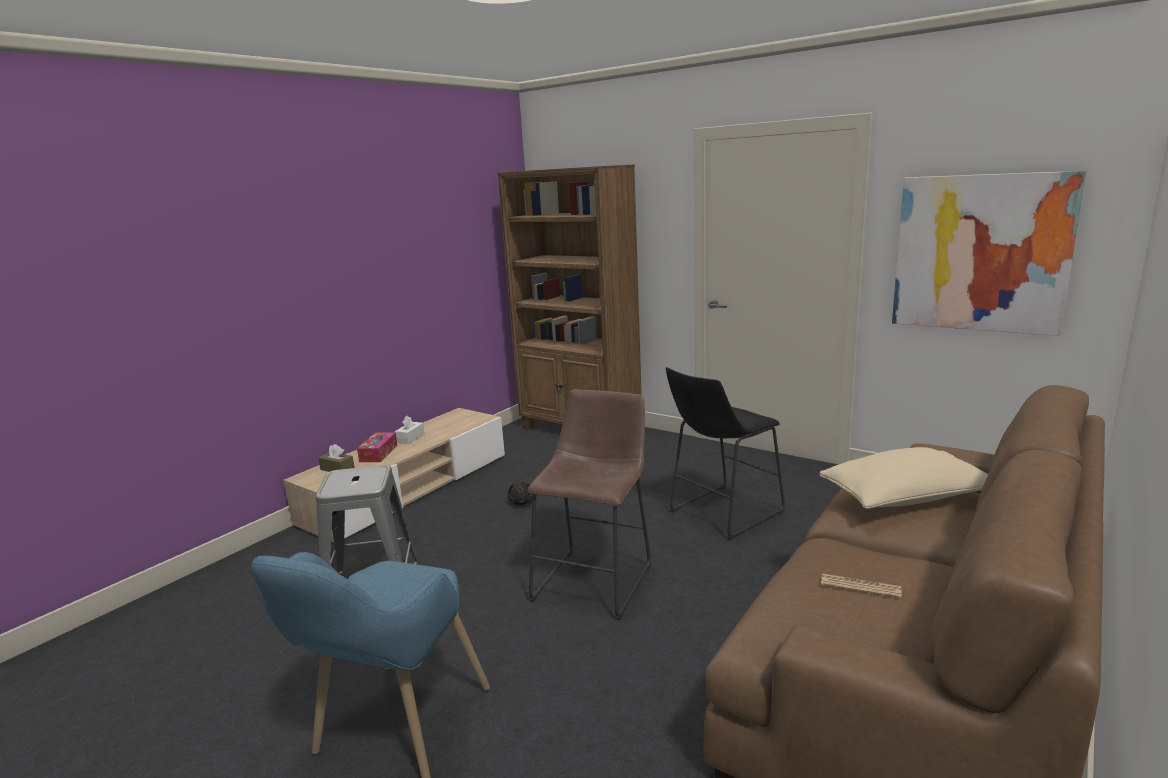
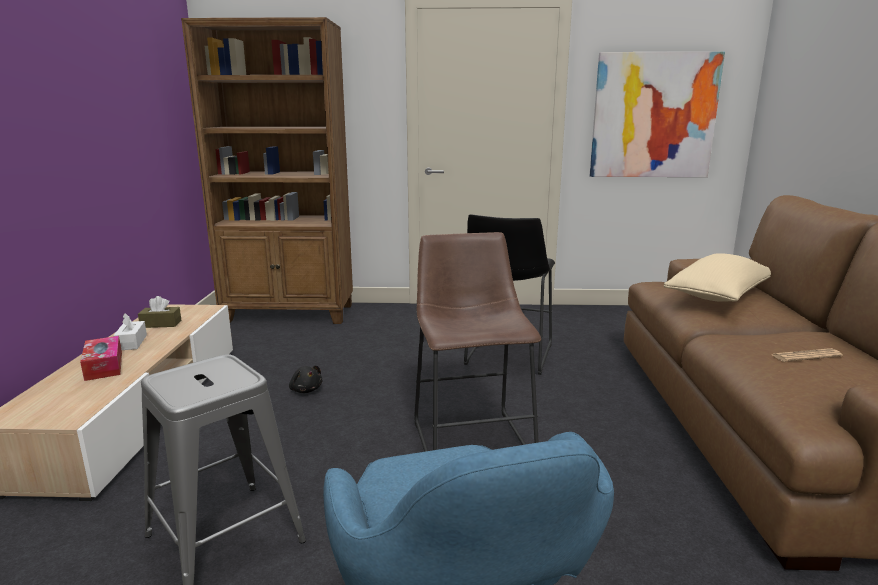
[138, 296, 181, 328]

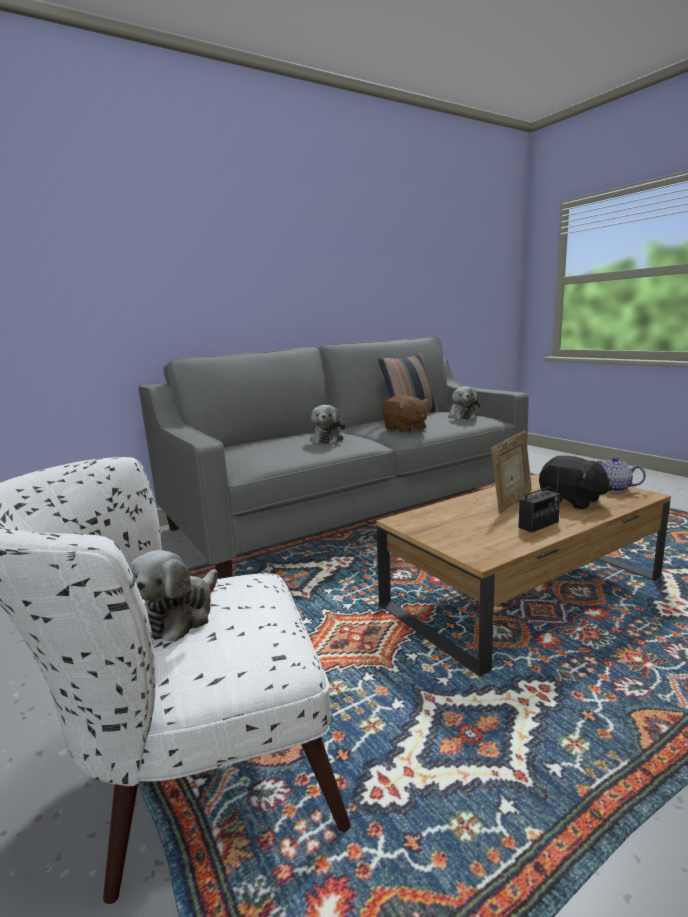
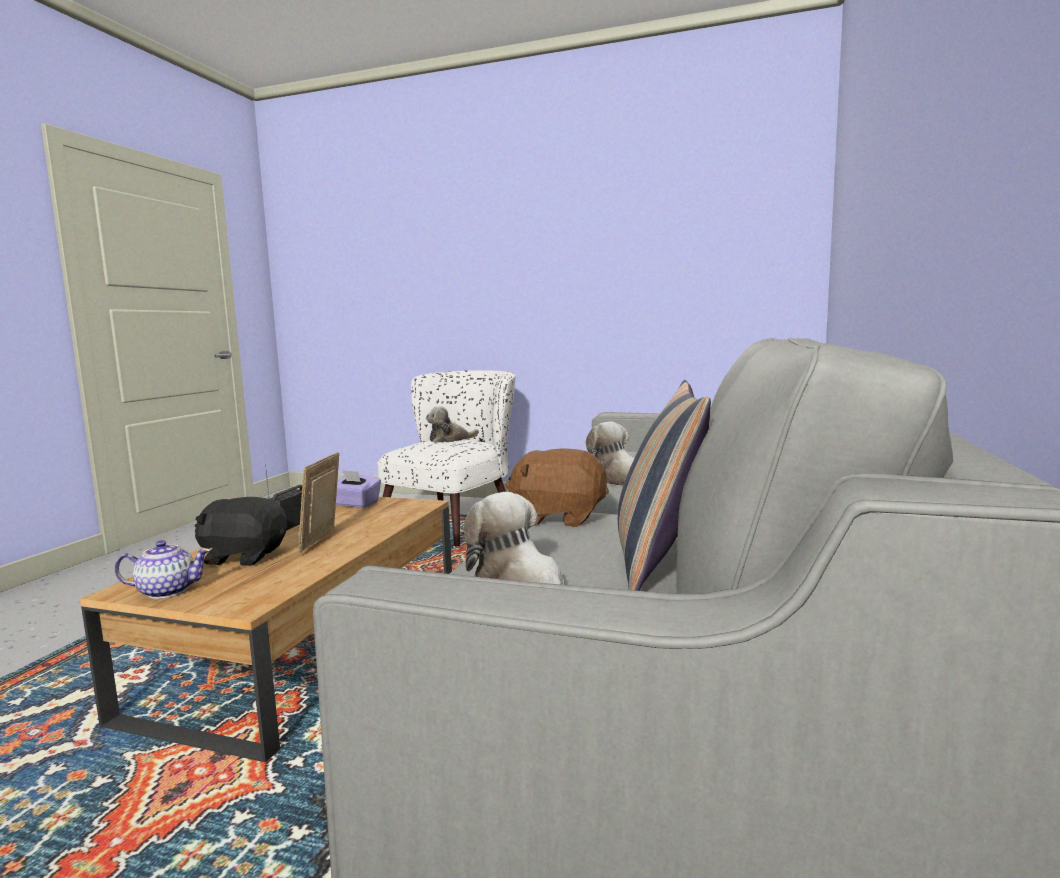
[336, 470, 381, 508]
[426, 406, 479, 443]

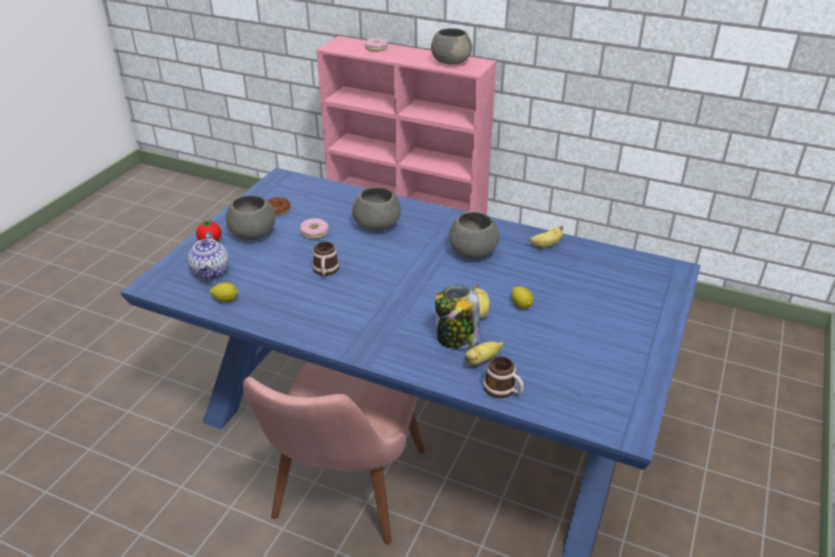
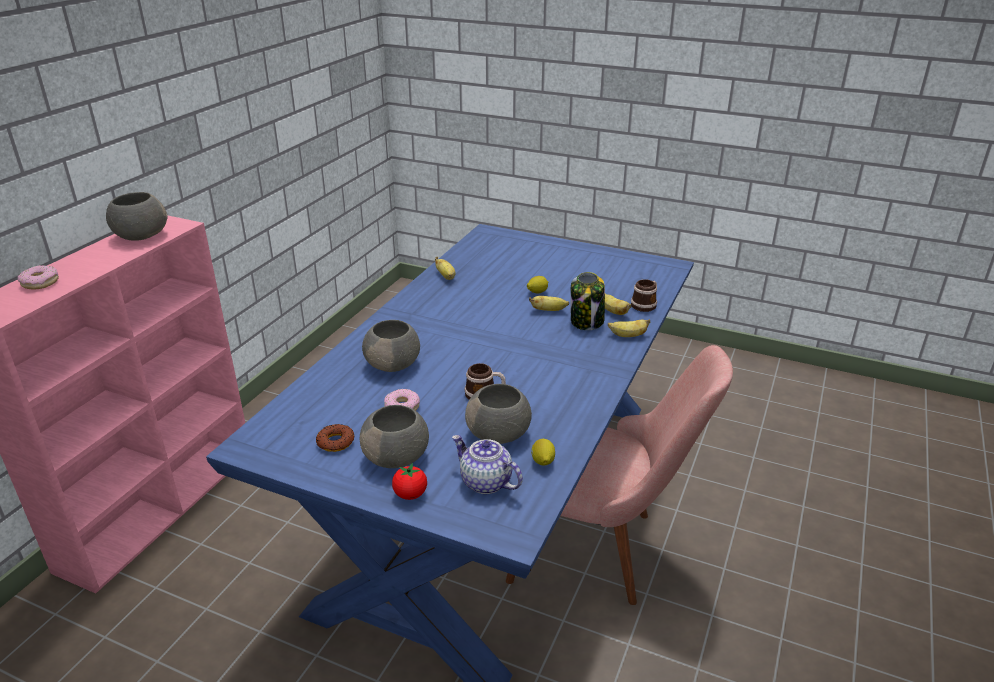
[452, 435, 523, 494]
[465, 384, 532, 444]
[608, 319, 650, 337]

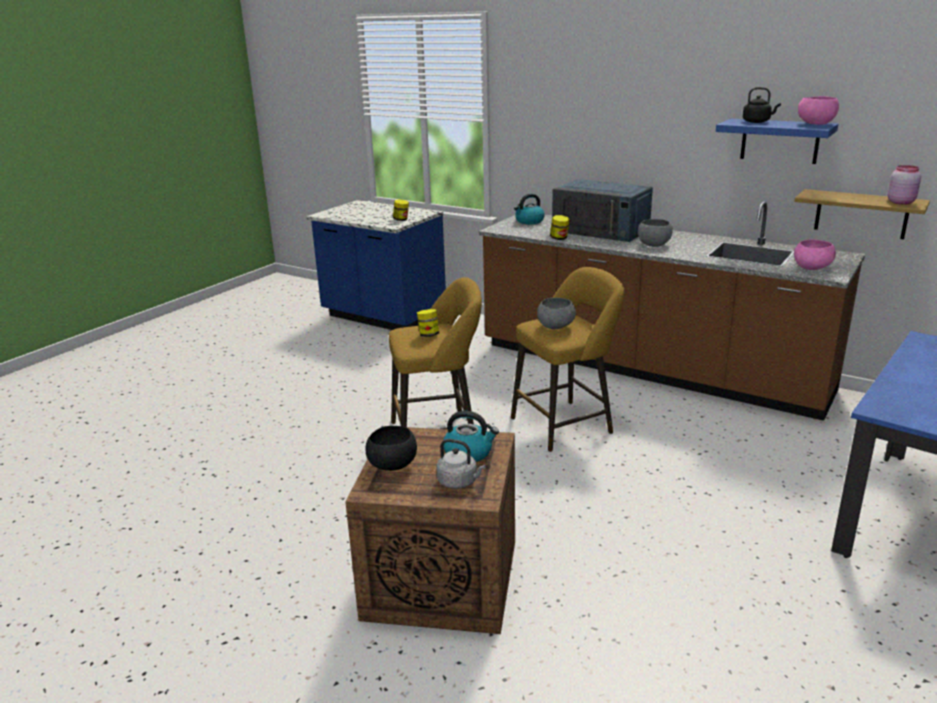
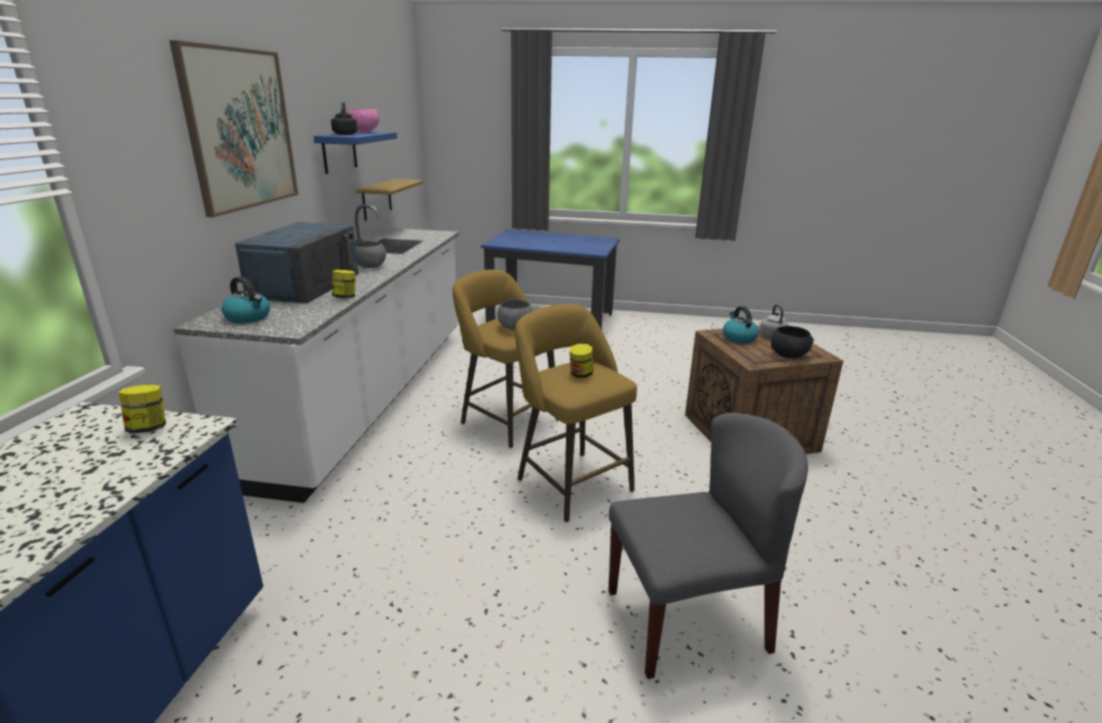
[169, 40, 298, 217]
[173, 204, 459, 503]
[608, 413, 808, 679]
[794, 239, 836, 270] (first image)
[888, 165, 921, 205] (first image)

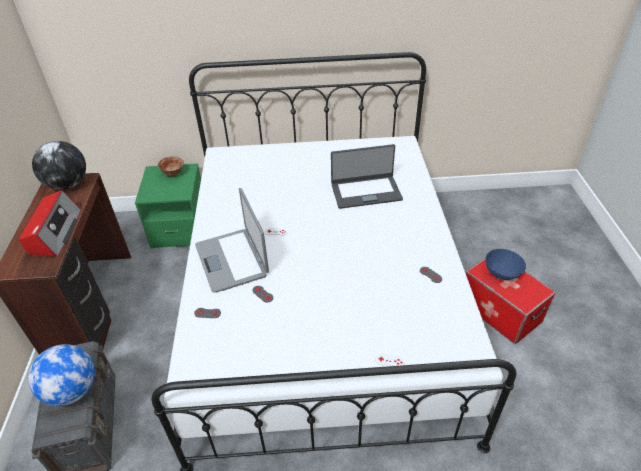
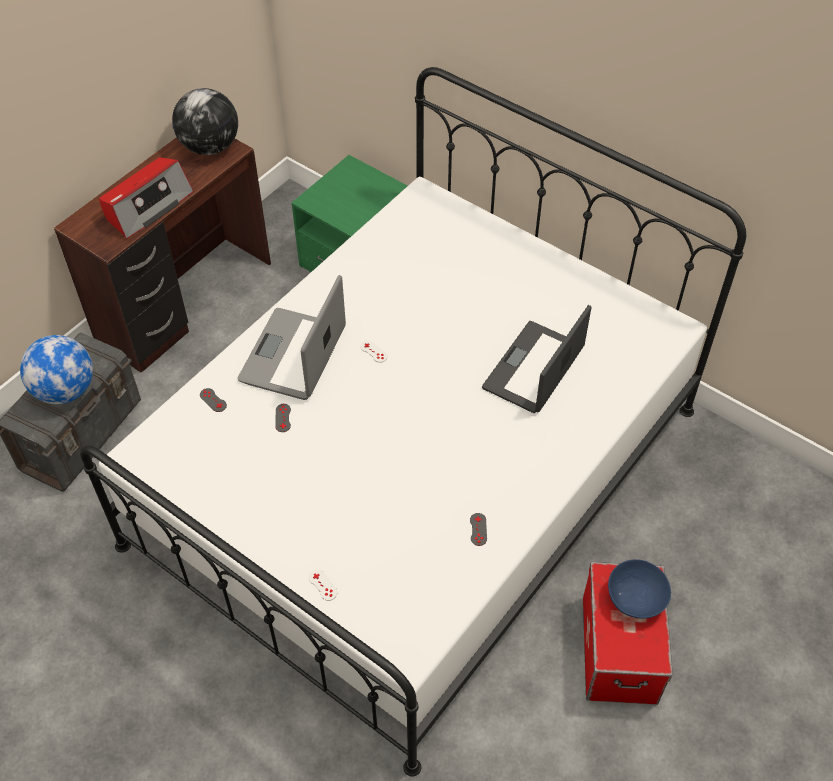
[482, 305, 592, 413]
[158, 156, 184, 177] (first image)

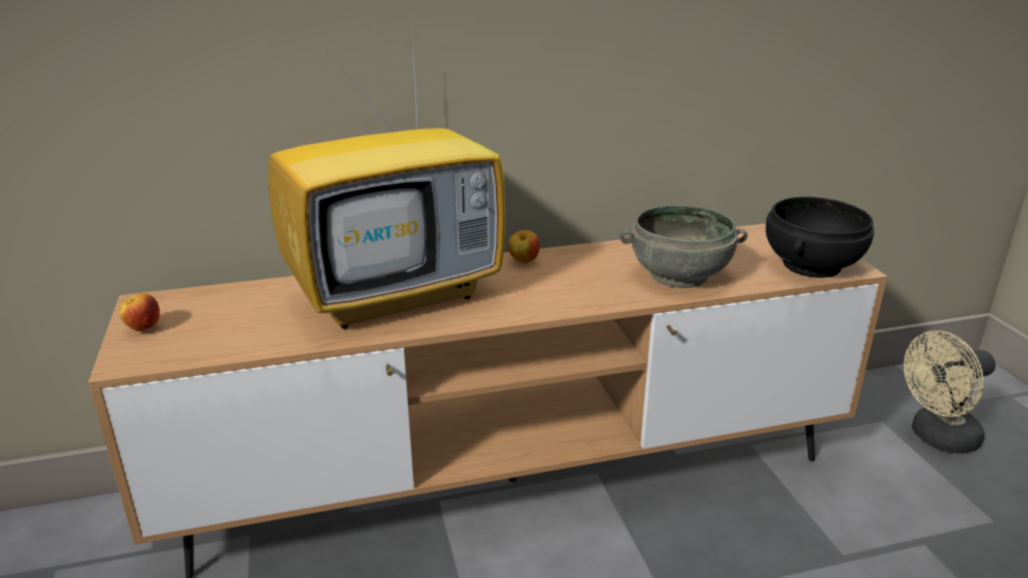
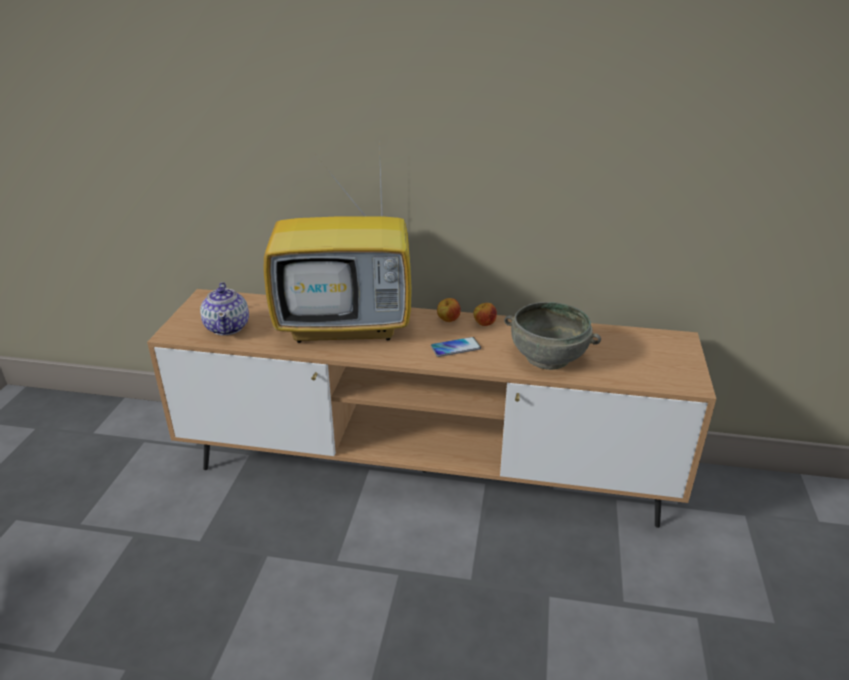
[200, 282, 249, 335]
[430, 337, 481, 357]
[473, 303, 497, 326]
[766, 197, 874, 278] (first image)
[904, 331, 996, 454] (first image)

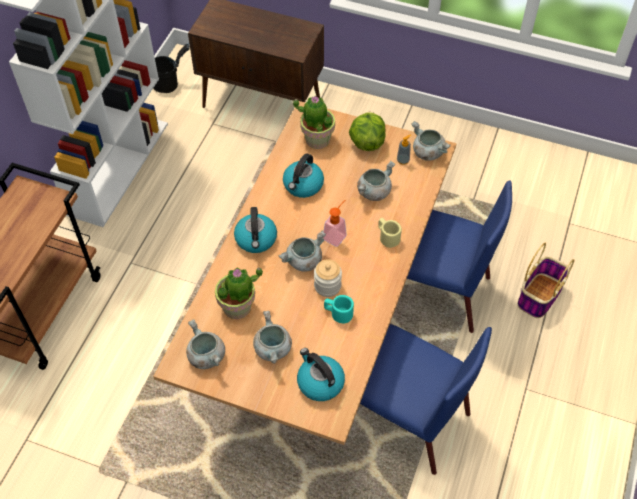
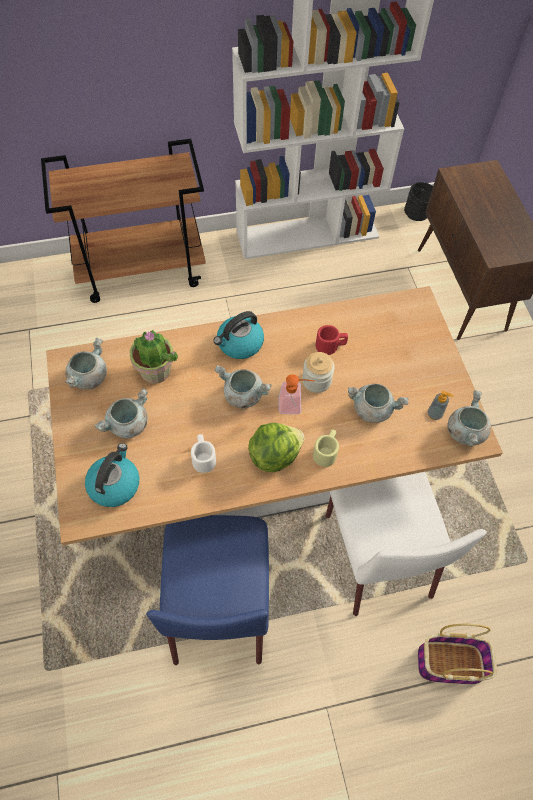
[191, 434, 216, 473]
[248, 423, 305, 472]
[302, 352, 335, 393]
[316, 325, 348, 355]
[326, 472, 487, 616]
[293, 96, 335, 149] (first image)

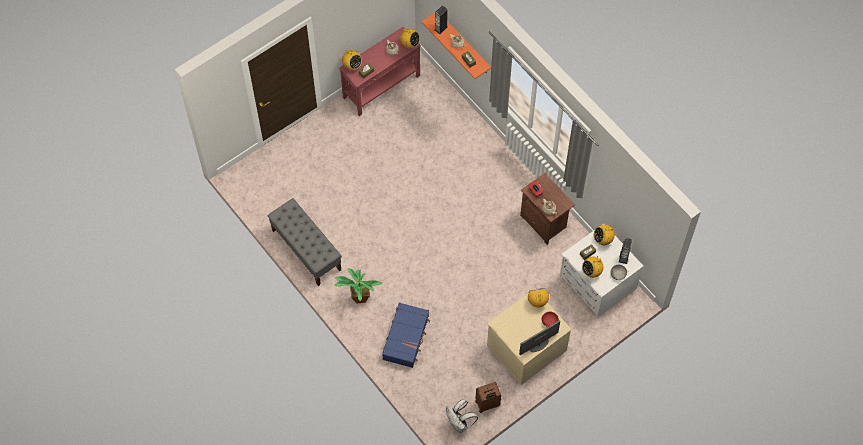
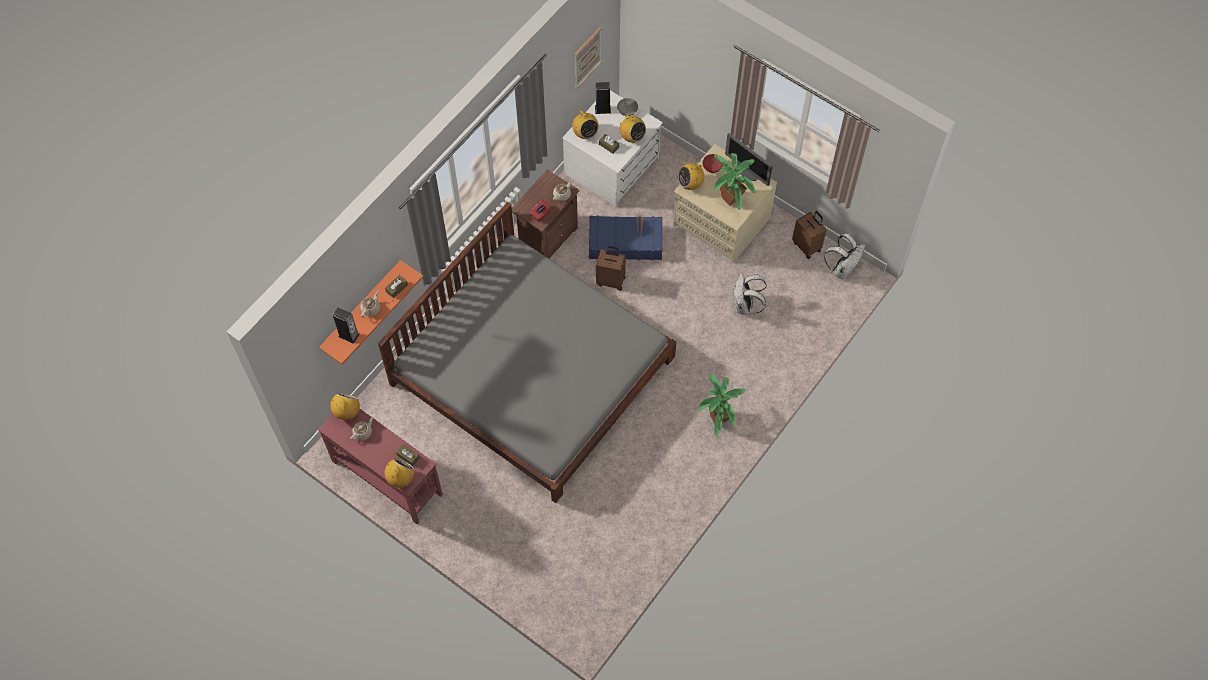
[378, 202, 676, 503]
[574, 27, 602, 88]
[589, 216, 662, 260]
[596, 246, 626, 291]
[714, 153, 756, 210]
[733, 273, 767, 315]
[267, 198, 341, 286] (first image)

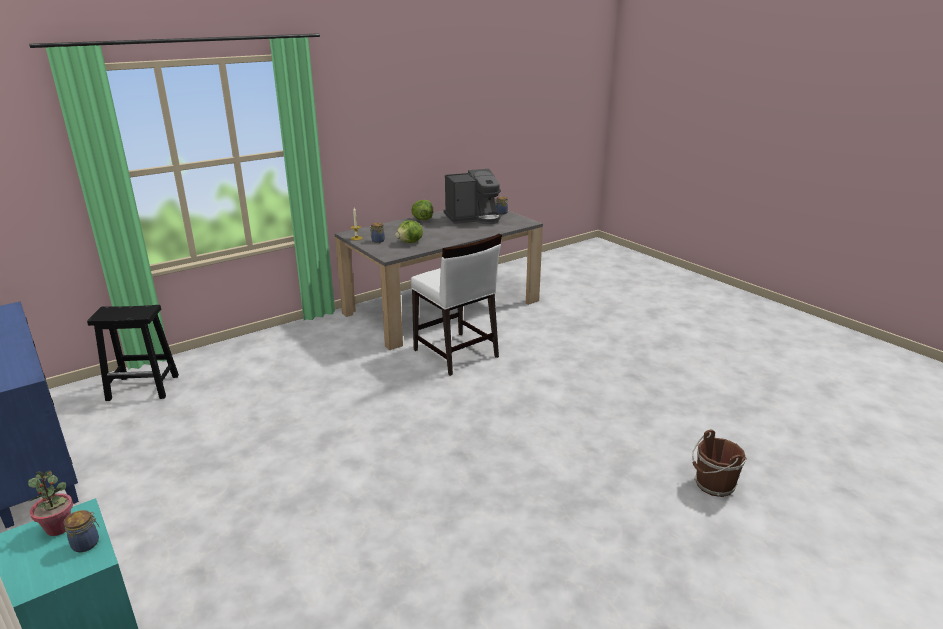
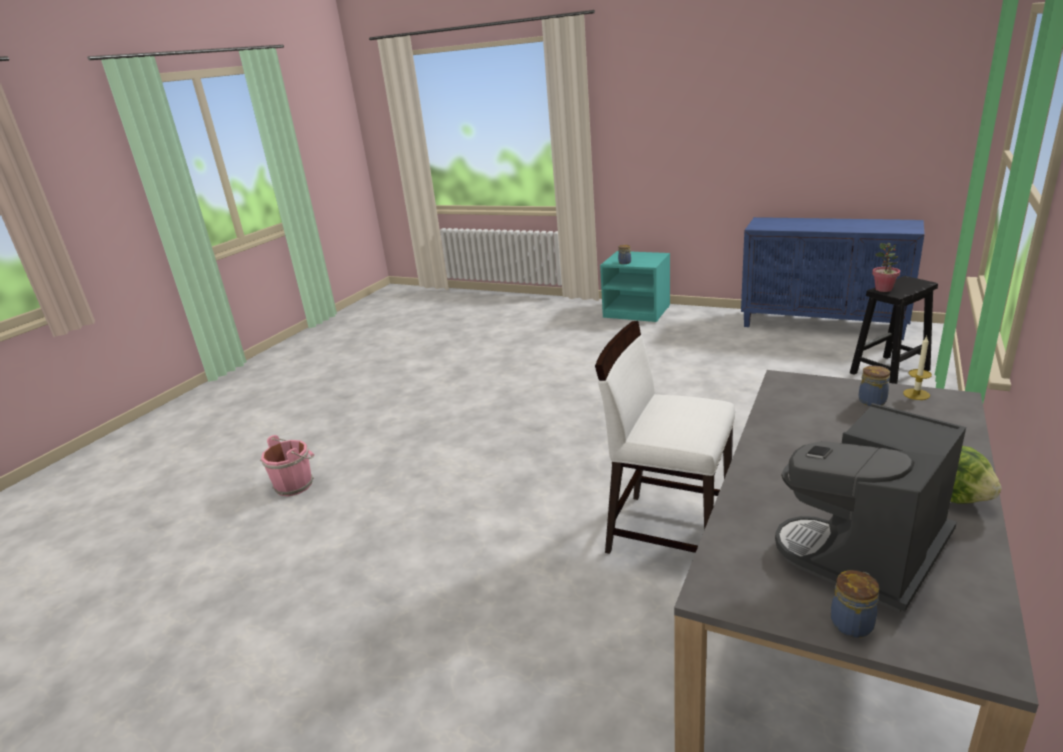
[260, 435, 314, 496]
[872, 243, 900, 292]
[395, 220, 423, 243] (first image)

